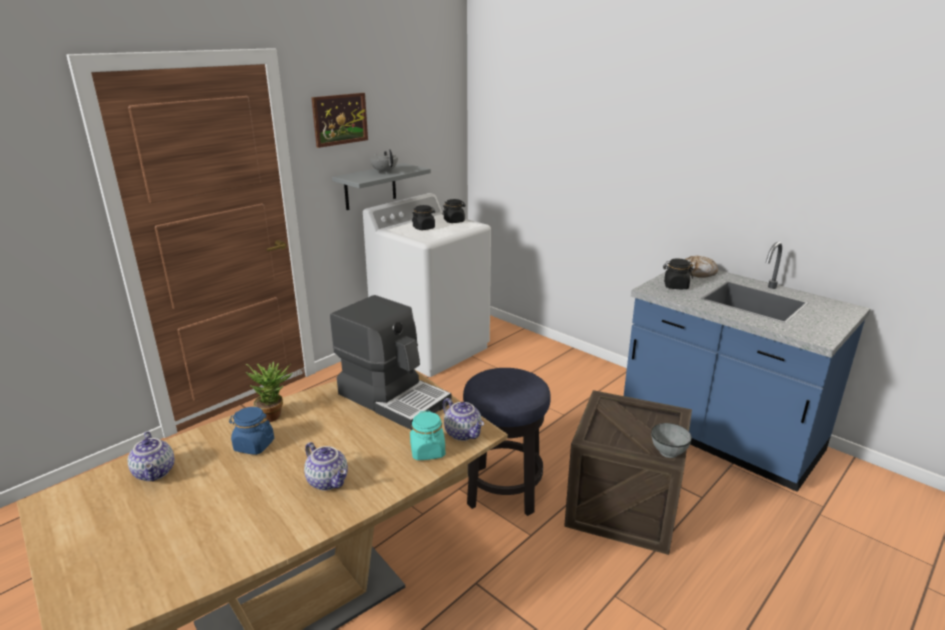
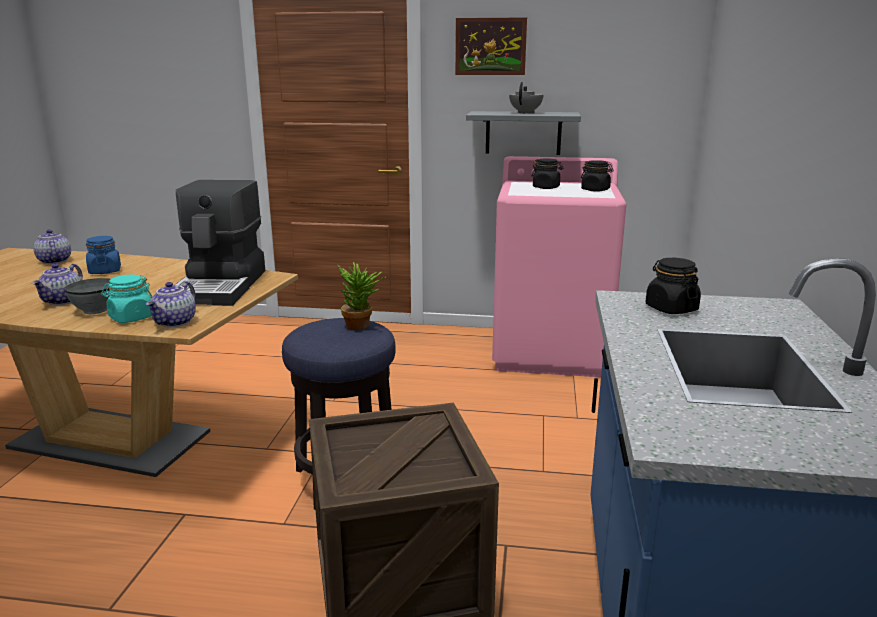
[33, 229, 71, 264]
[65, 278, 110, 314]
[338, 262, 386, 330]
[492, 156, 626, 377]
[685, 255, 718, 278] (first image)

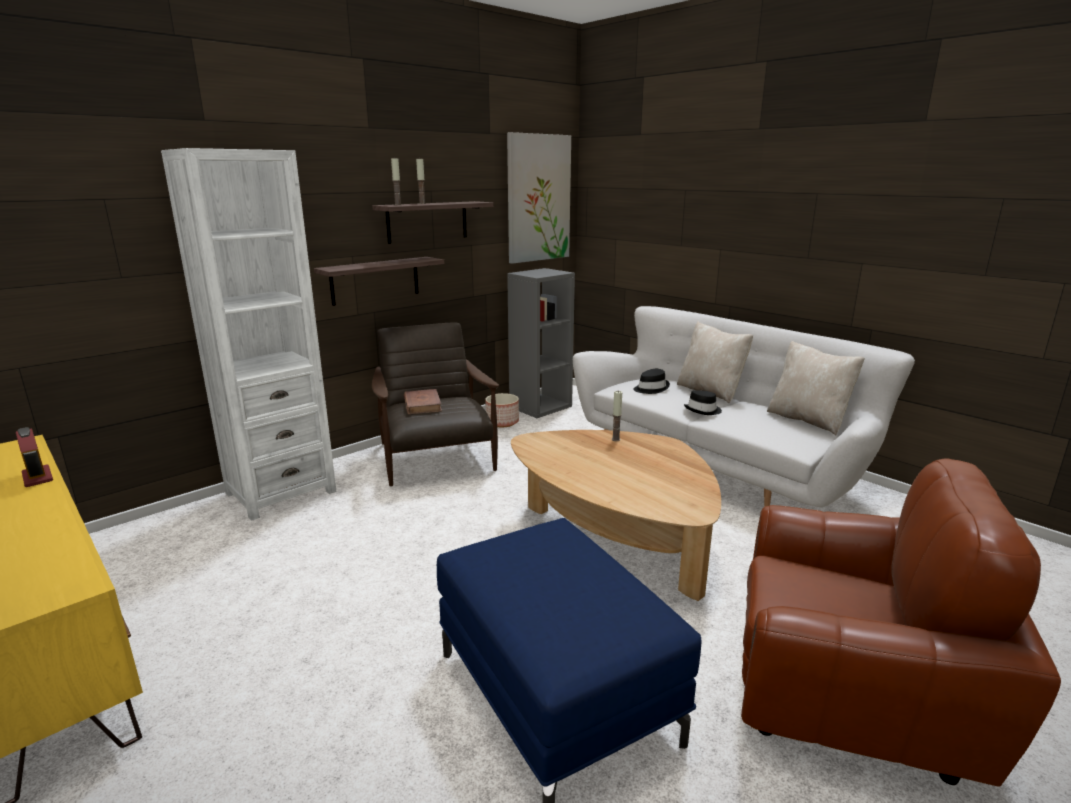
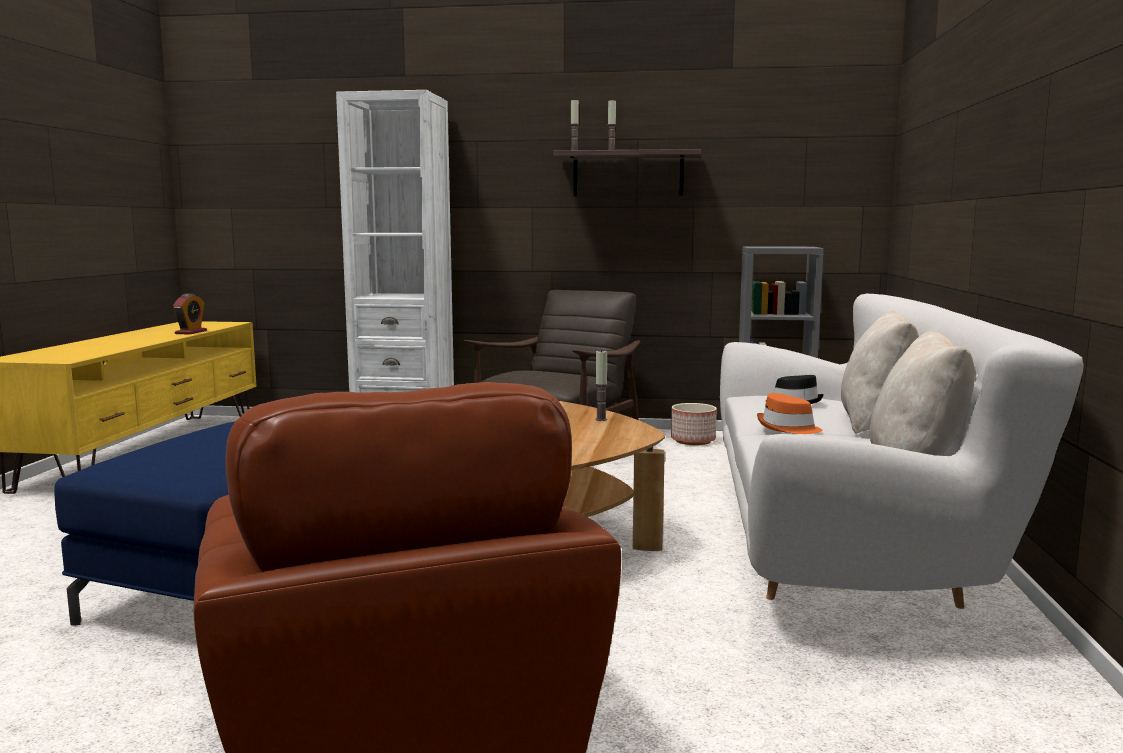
[757, 393, 822, 434]
[314, 257, 444, 306] (first image)
[404, 389, 442, 414] (first image)
[507, 132, 571, 264] (first image)

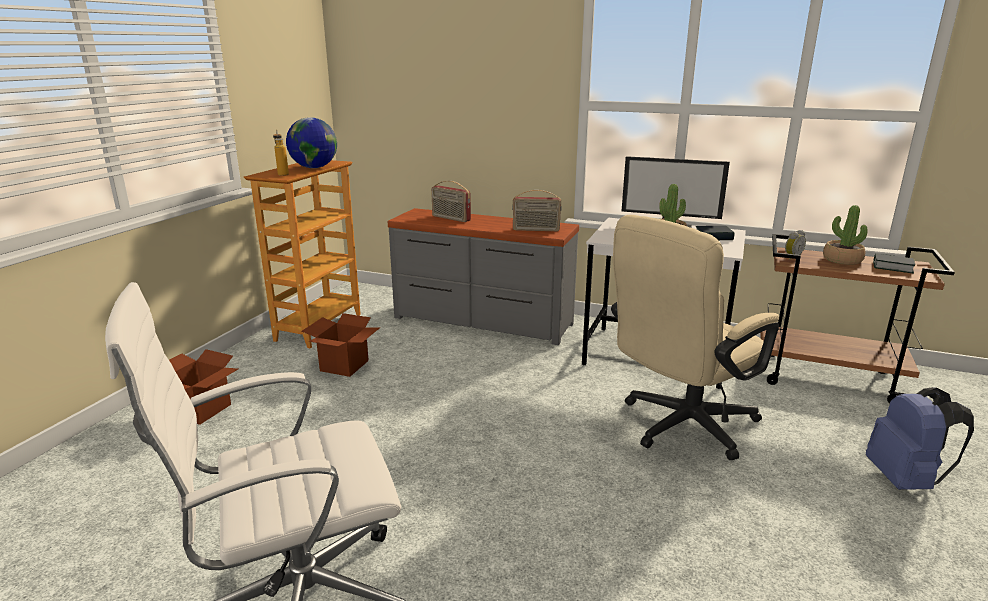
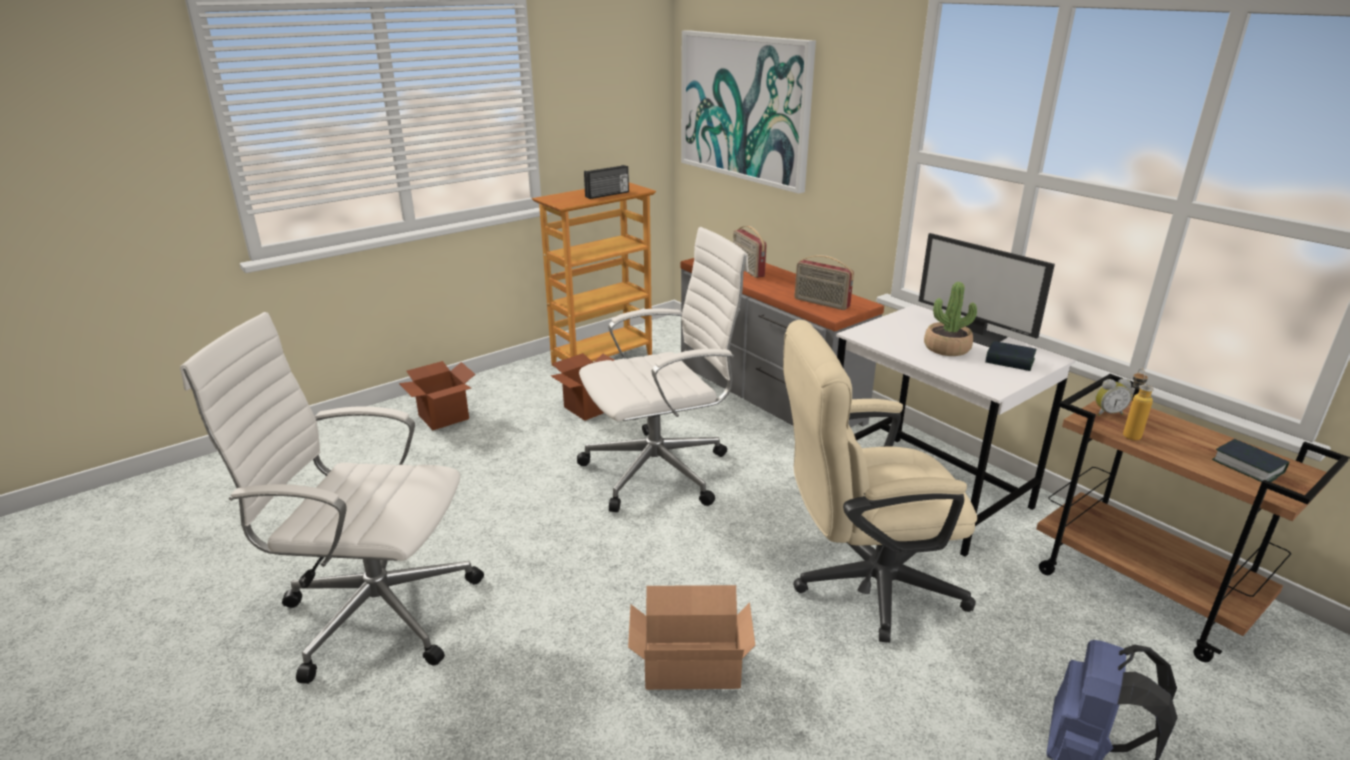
[577, 227, 749, 512]
[584, 165, 629, 199]
[628, 585, 756, 690]
[681, 30, 816, 194]
[1123, 368, 1154, 441]
[823, 205, 867, 265] (first image)

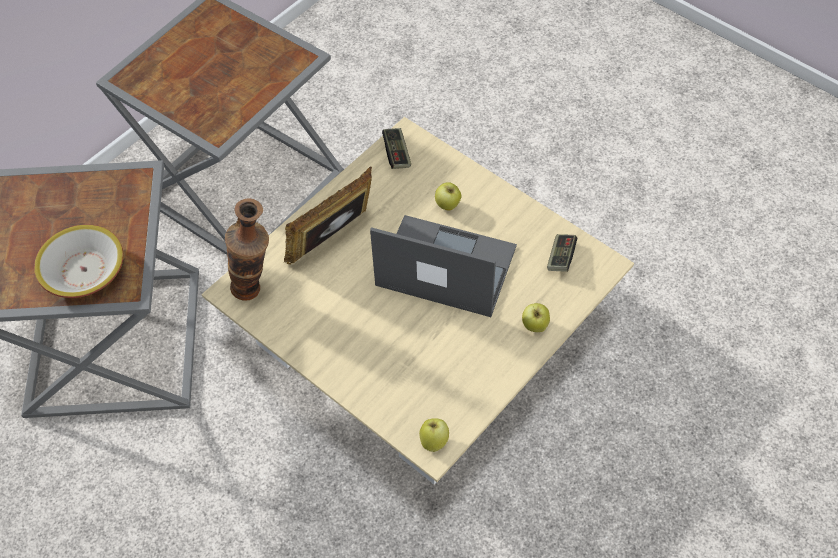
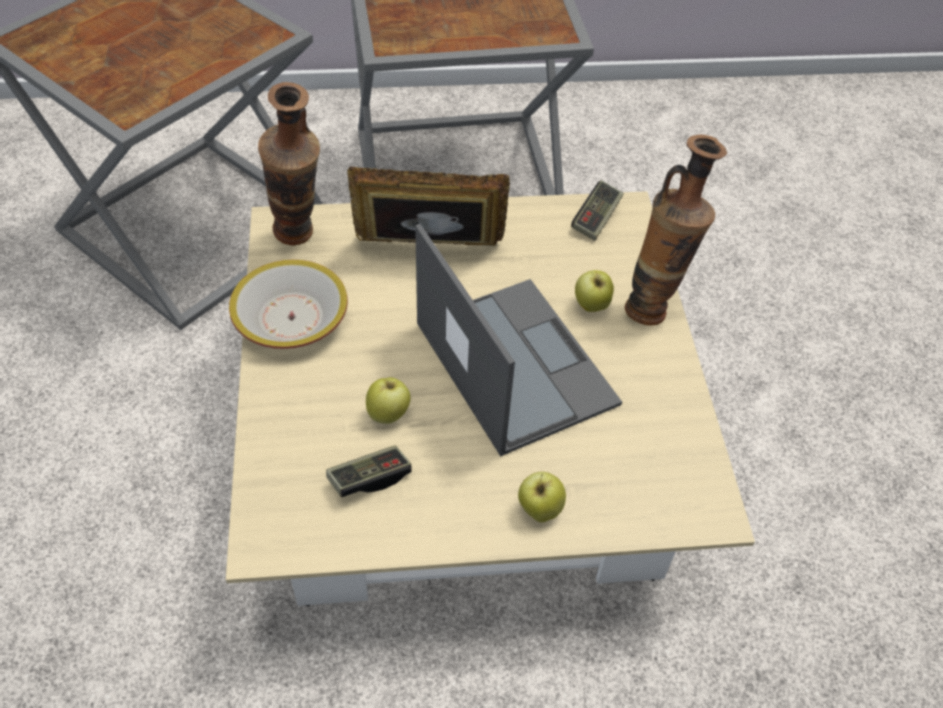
[229, 260, 348, 349]
[326, 445, 411, 497]
[366, 377, 411, 424]
[625, 134, 727, 325]

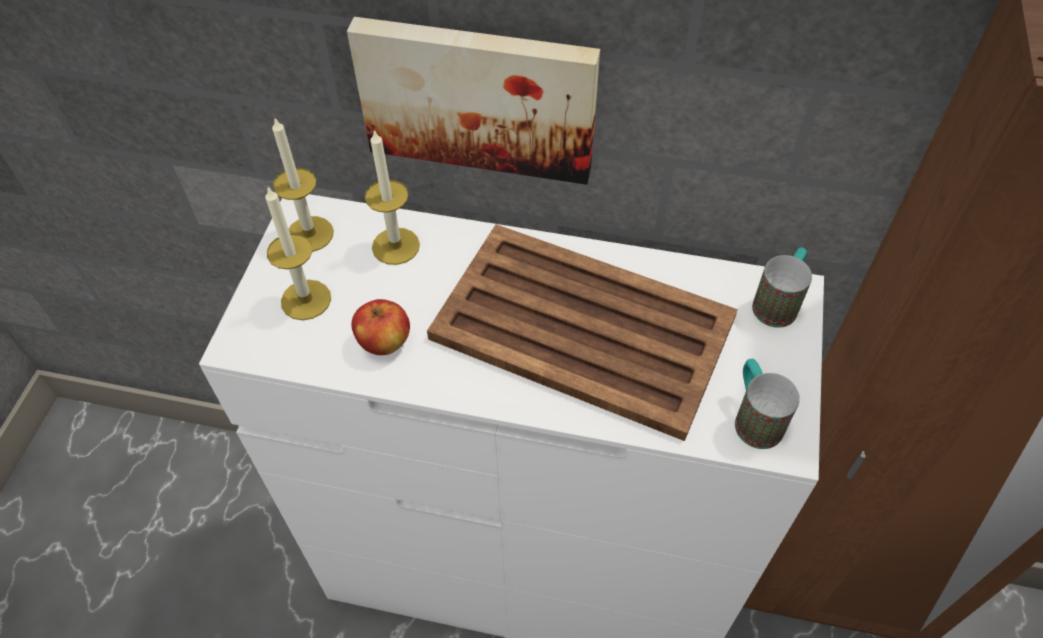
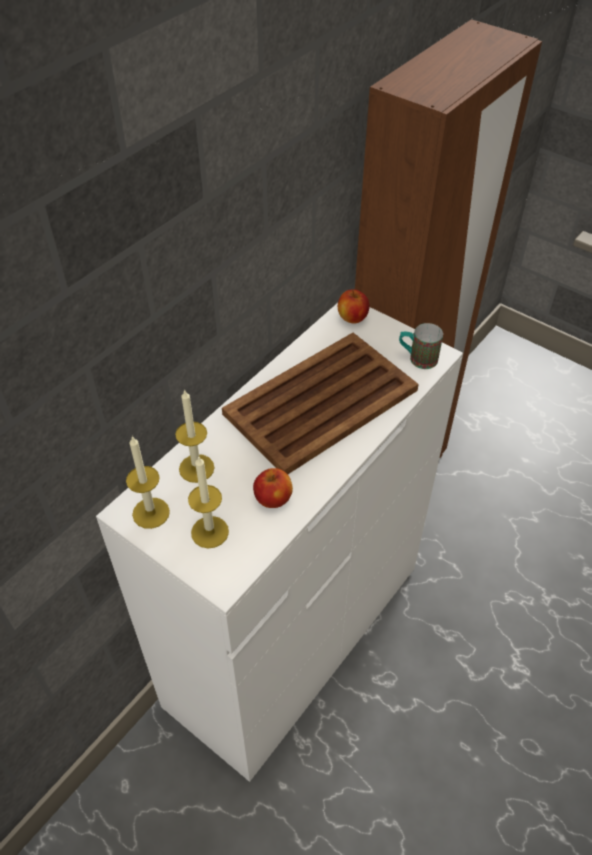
[338, 289, 370, 324]
[347, 17, 600, 185] (first image)

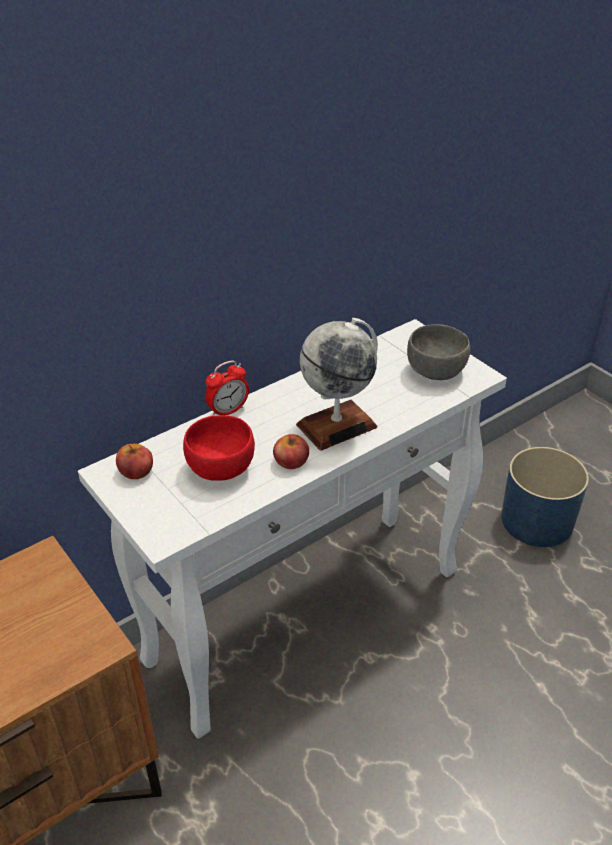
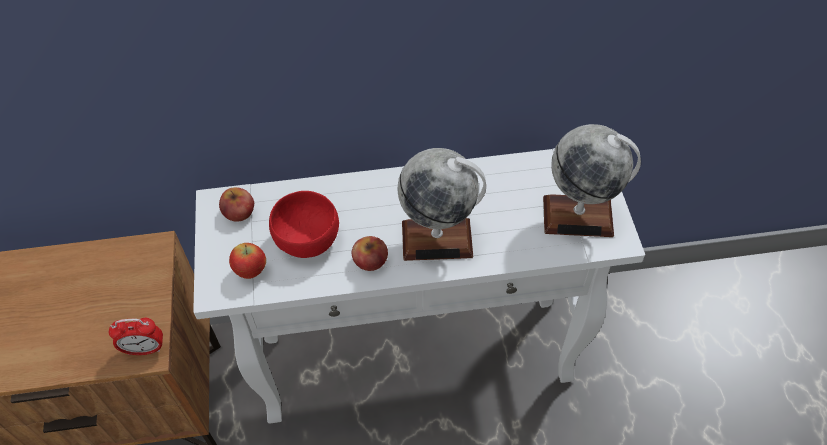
[109, 318, 163, 355]
[229, 243, 266, 279]
[543, 124, 641, 237]
[501, 447, 589, 547] (first image)

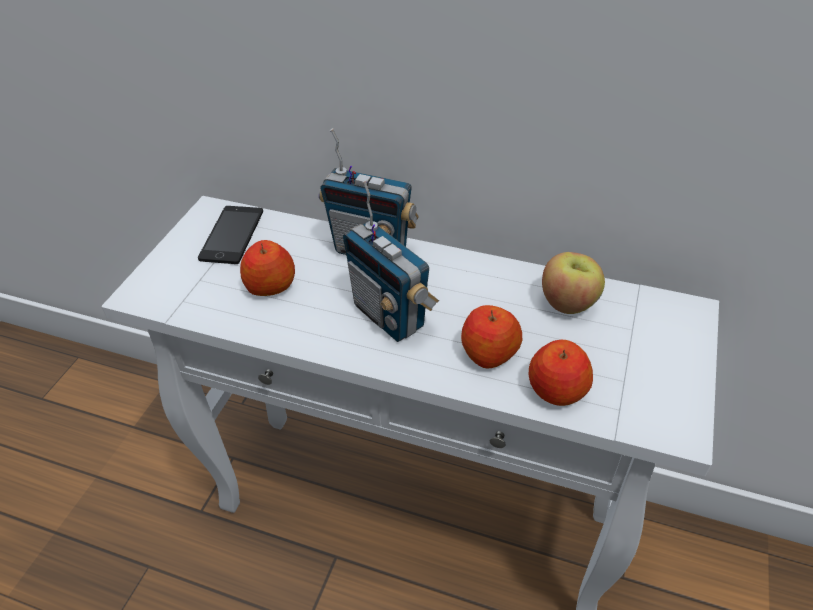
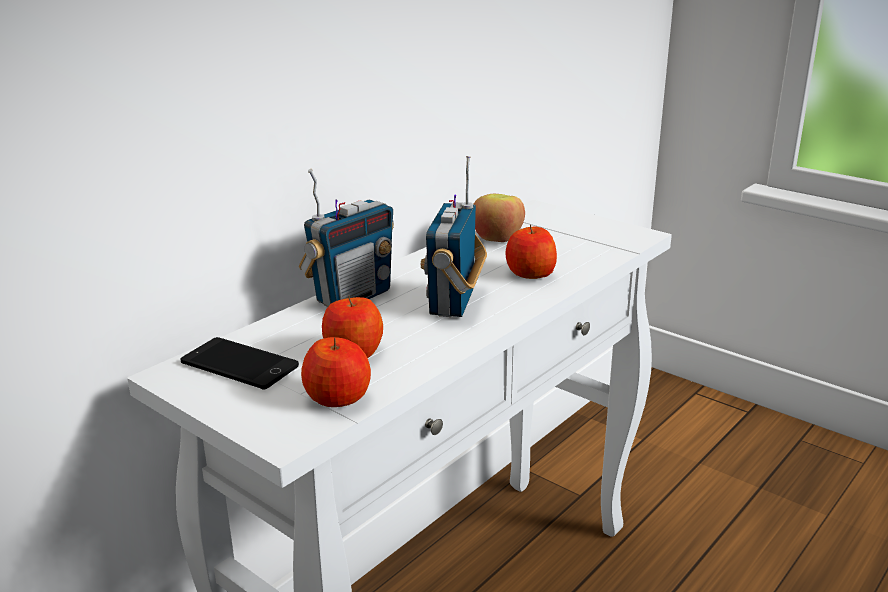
[301, 337, 371, 407]
[420, 156, 487, 317]

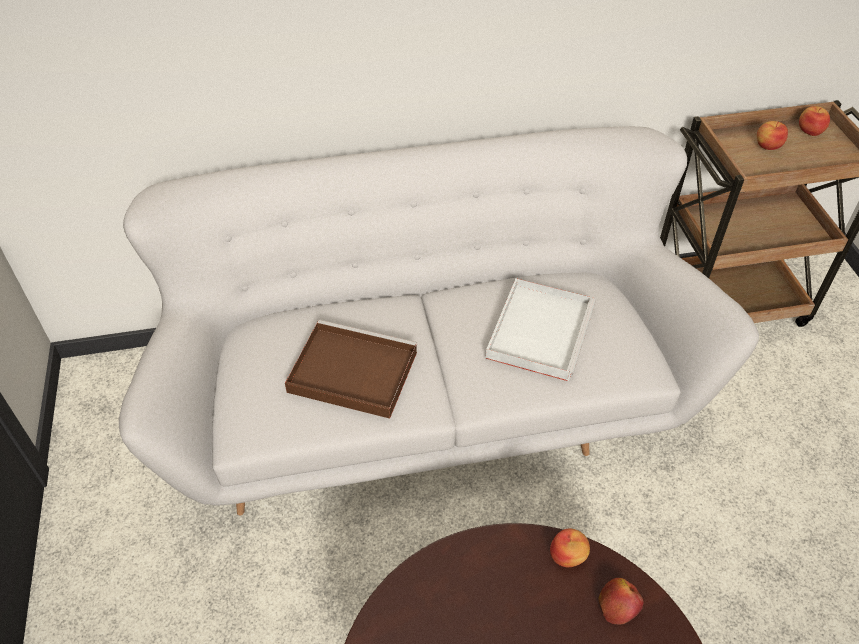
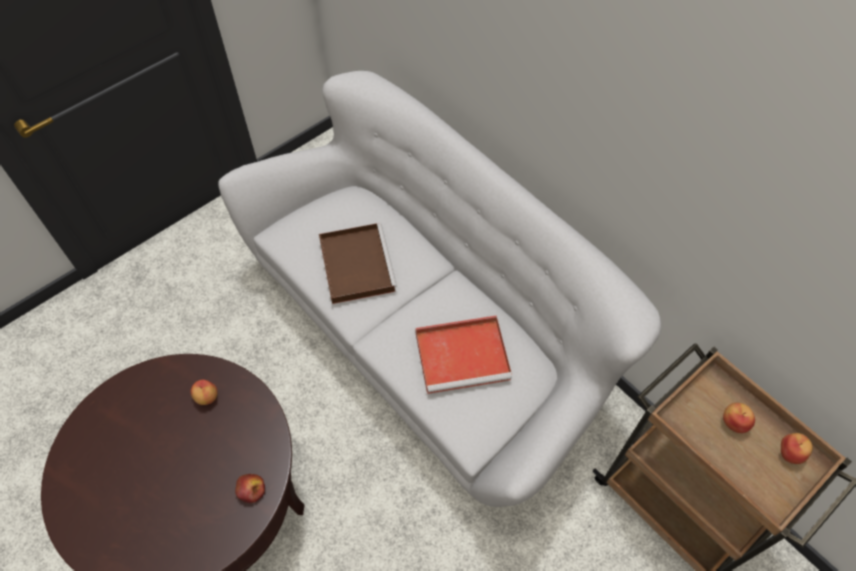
[190, 380, 217, 405]
[415, 315, 512, 394]

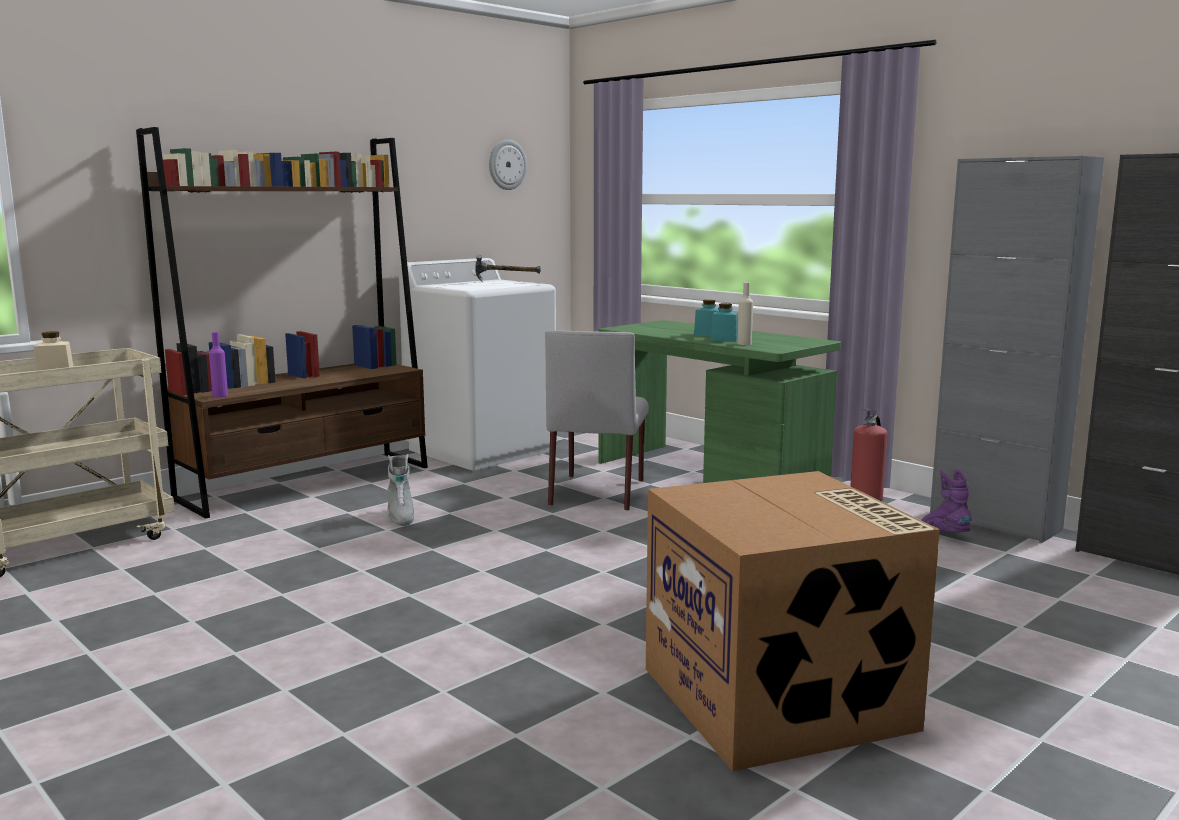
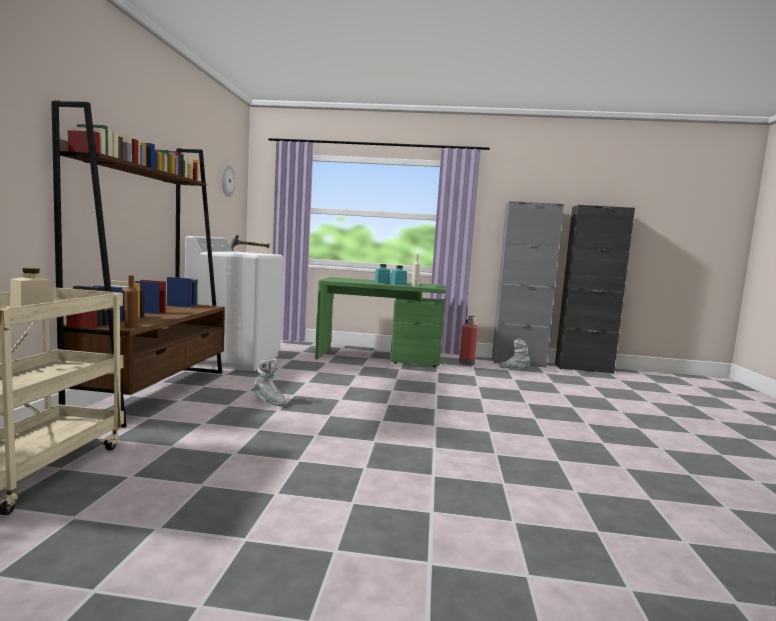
[124, 275, 138, 328]
[499, 339, 531, 368]
[545, 330, 649, 511] (first image)
[646, 471, 940, 771] (first image)

